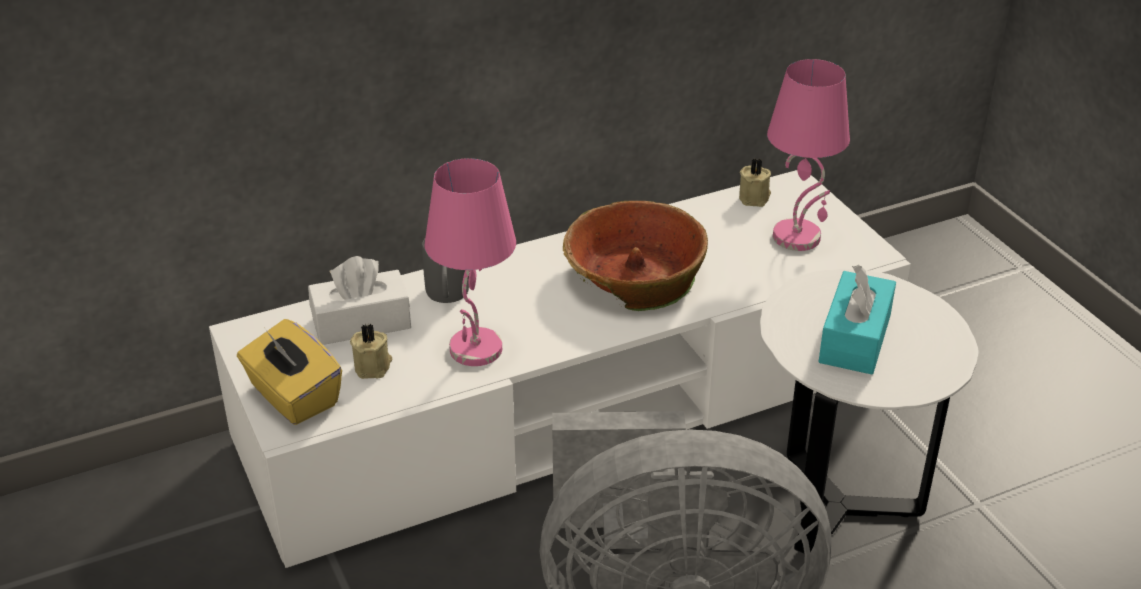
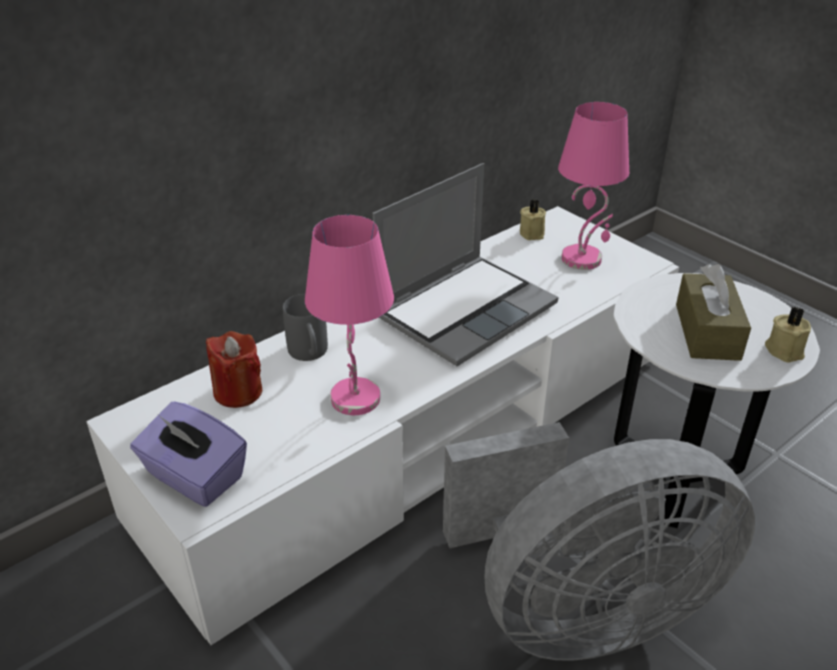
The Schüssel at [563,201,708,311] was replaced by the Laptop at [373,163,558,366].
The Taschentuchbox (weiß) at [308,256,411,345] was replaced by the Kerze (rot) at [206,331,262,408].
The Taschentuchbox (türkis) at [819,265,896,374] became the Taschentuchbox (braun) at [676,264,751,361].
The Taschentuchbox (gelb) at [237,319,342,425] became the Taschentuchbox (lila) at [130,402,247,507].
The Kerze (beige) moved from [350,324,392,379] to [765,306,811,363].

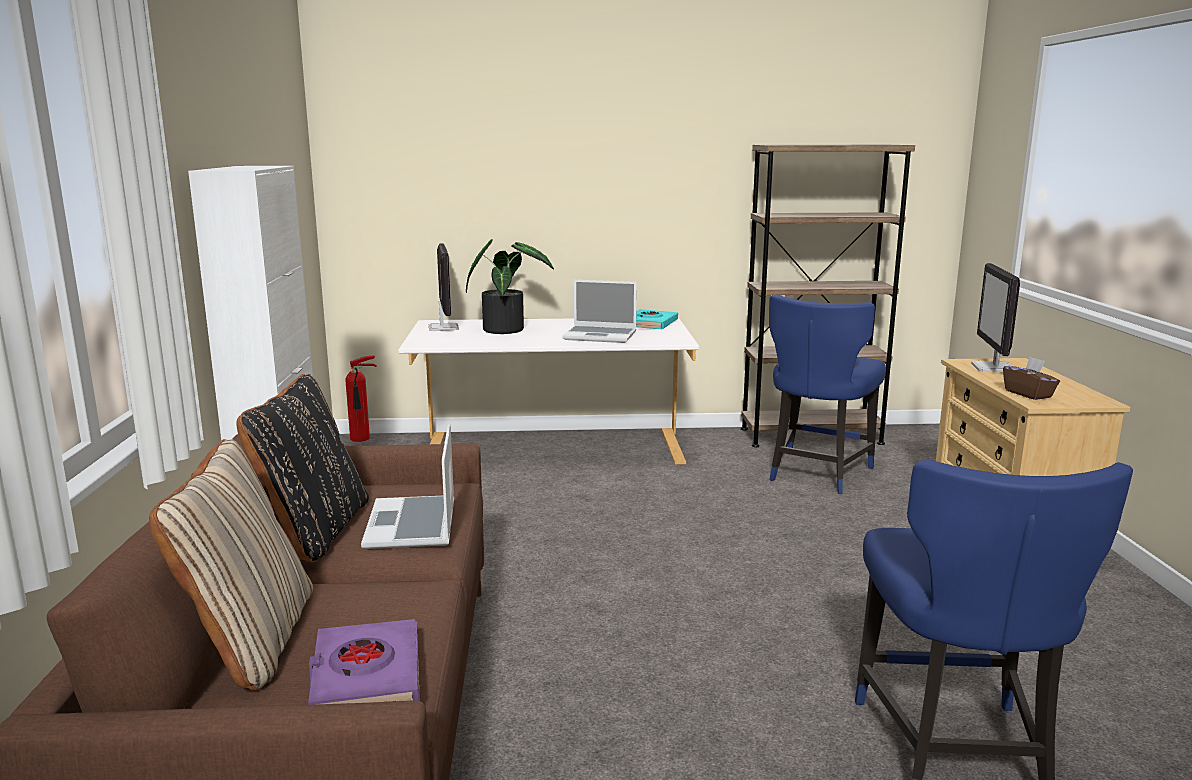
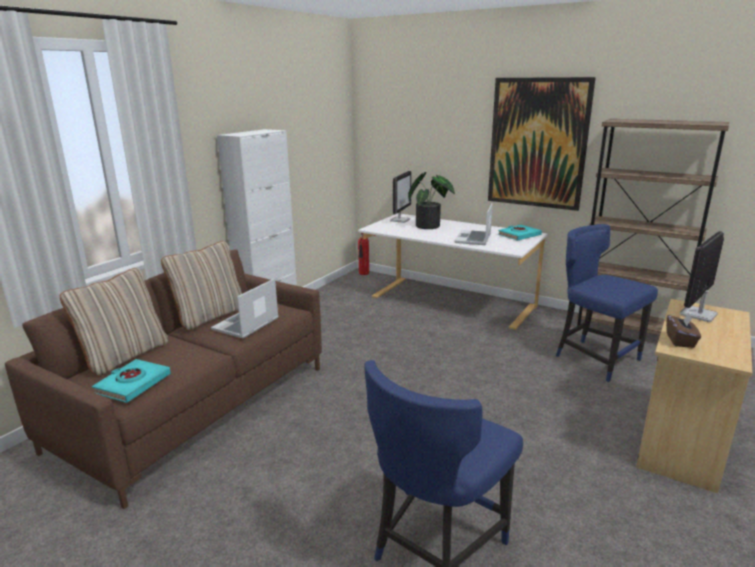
The Laptop at [562,280,637,343] turned 60 degrees clockwise.
The Stuhl (blau) at [769,294,886,494] turned 75 degrees clockwise.
The Kissen (schwarz) at [236,374,369,562] became the Kissen (beige) at [161,241,242,330].
The Buch (lila) at [308,619,420,705] became the Buch (türkis) at [92,359,171,403].
The Bild at [488,77,596,211] appeared.

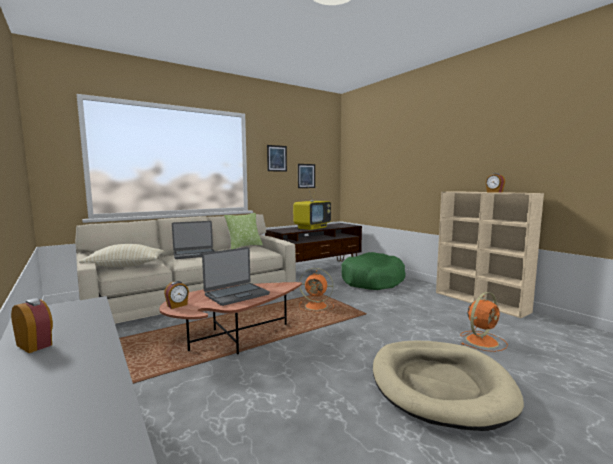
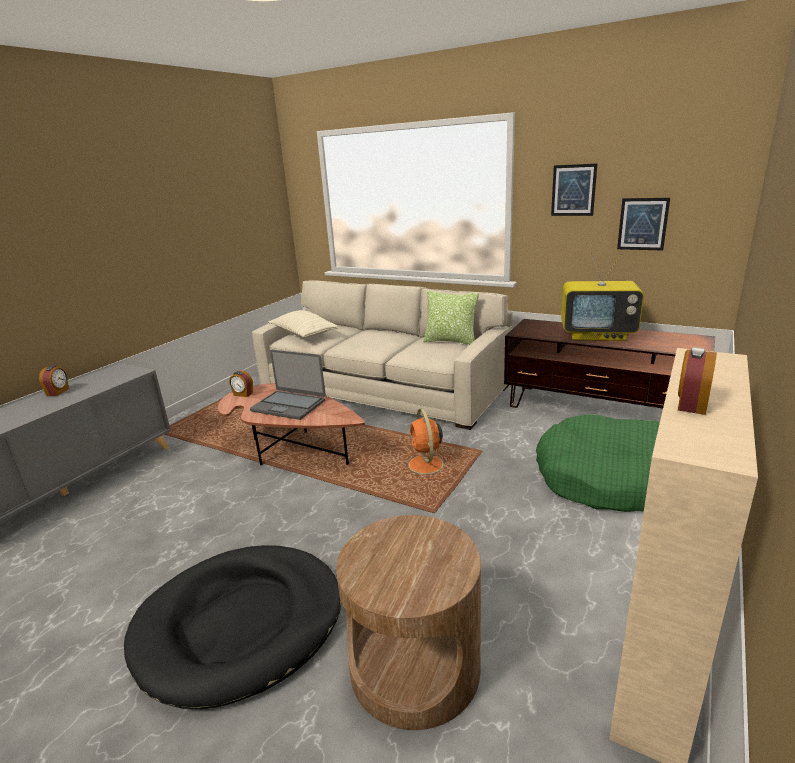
The Laptop at [172,221,215,259] disappeared.
The Ventilator (orange) at [460,292,508,352] was replaced by the Beistelltisch (braun) at [336,515,481,730].
The Hundebett (beige) at [373,341,524,431] became the Hundebett (schwarz) at [124,545,341,709].

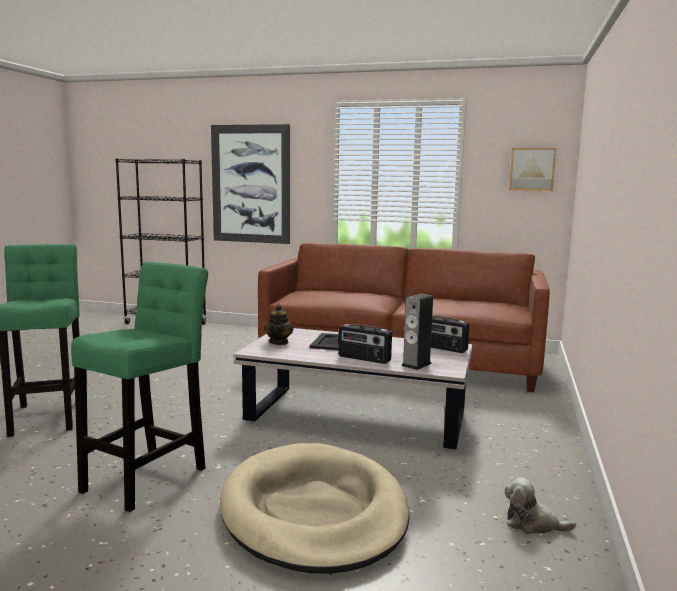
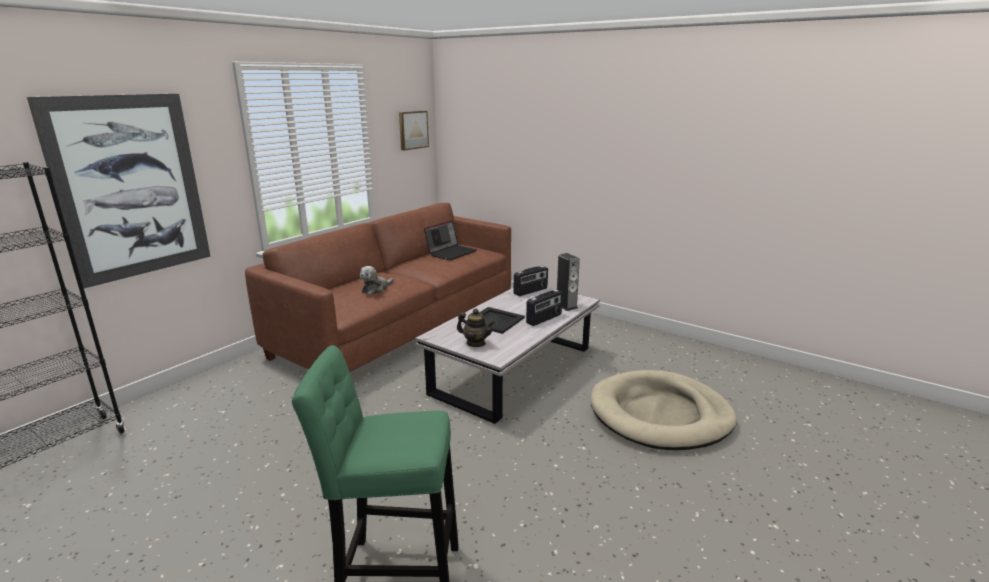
The Hocker (grün) at [71,262,208,512] disappeared.
The Plüschtier moved from [505,477,576,534] to [360,266,394,295].
The Laptop at [424,220,477,260] appeared.

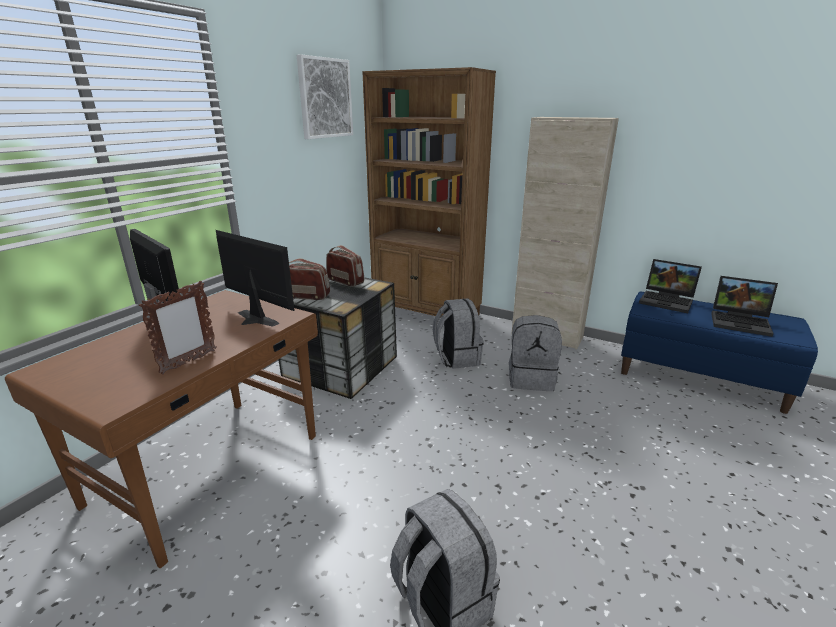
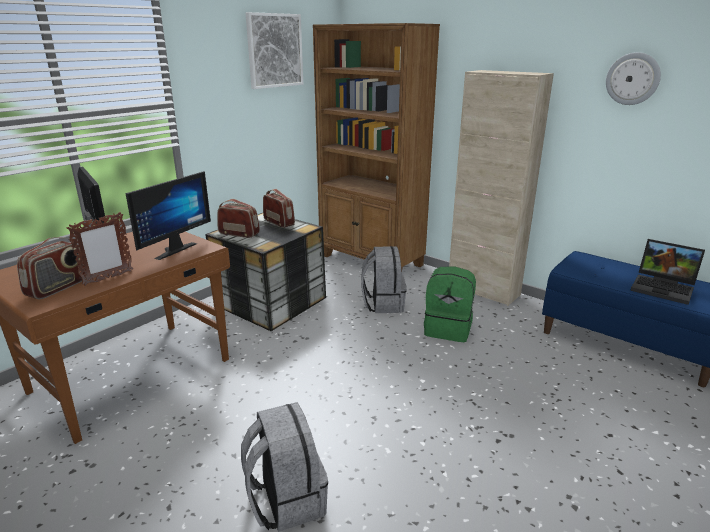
The Monitor at [216,230,294,327] turned 75 degrees clockwise.
The Laptop at [639,259,702,313] disappeared.
The Rucksack (grau) at [509,315,562,391] became the Rucksack (grün) at [424,266,476,342].
The Wanduhr at [606,52,661,105] appeared.
The Radio at [17,237,86,300] appeared.

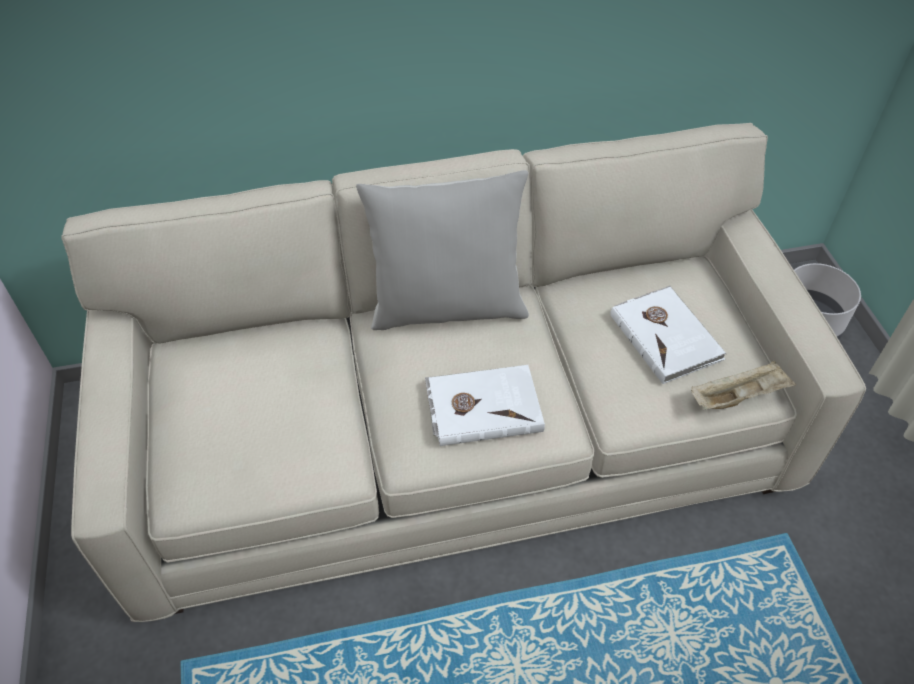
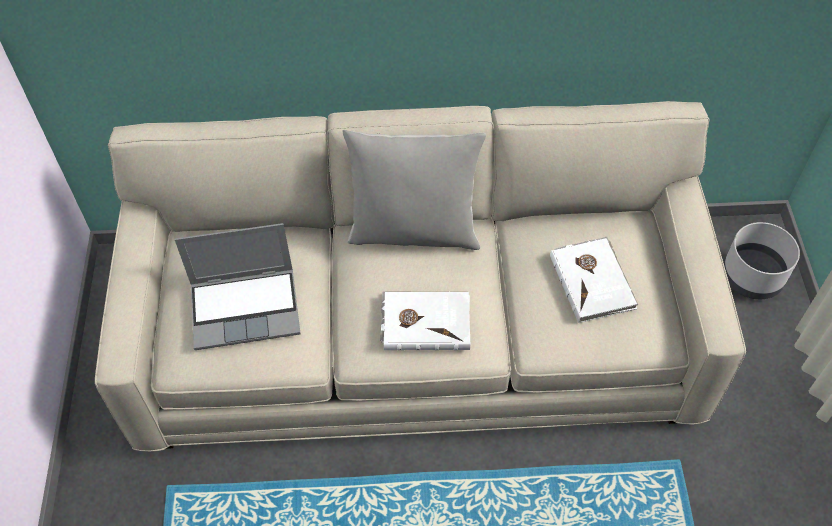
The Tablett (beige) at [691,360,796,410] disappeared.
The Laptop at [175,223,301,350] appeared.

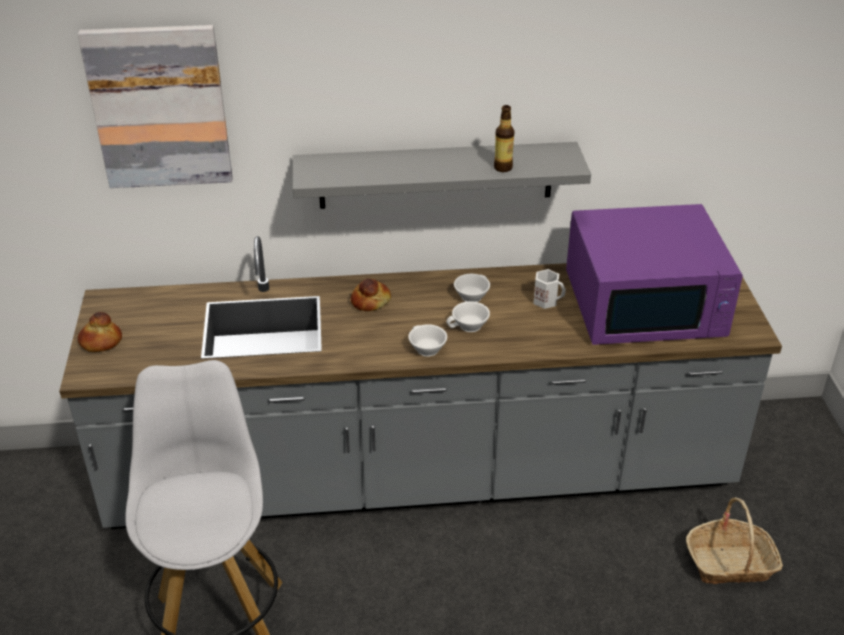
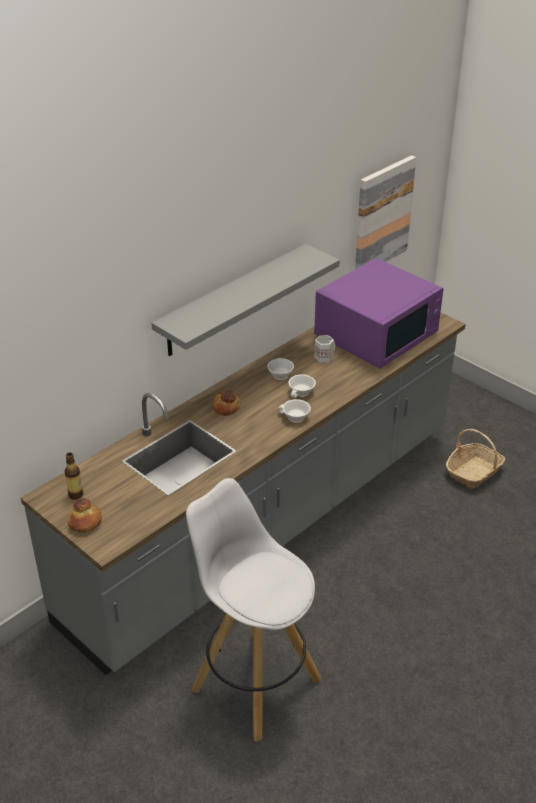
The Bild moved from [78,25,233,188] to [355,155,416,269].
The Flasche moved from [494,105,515,172] to [64,453,83,500].

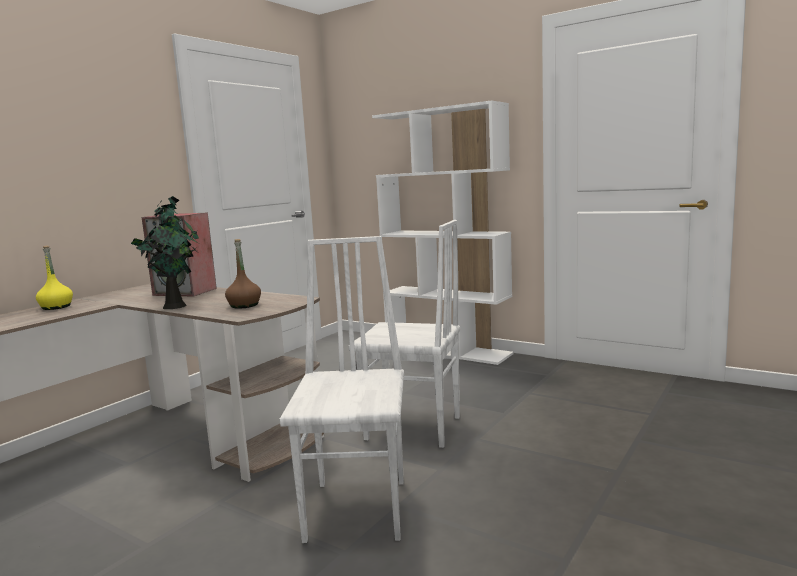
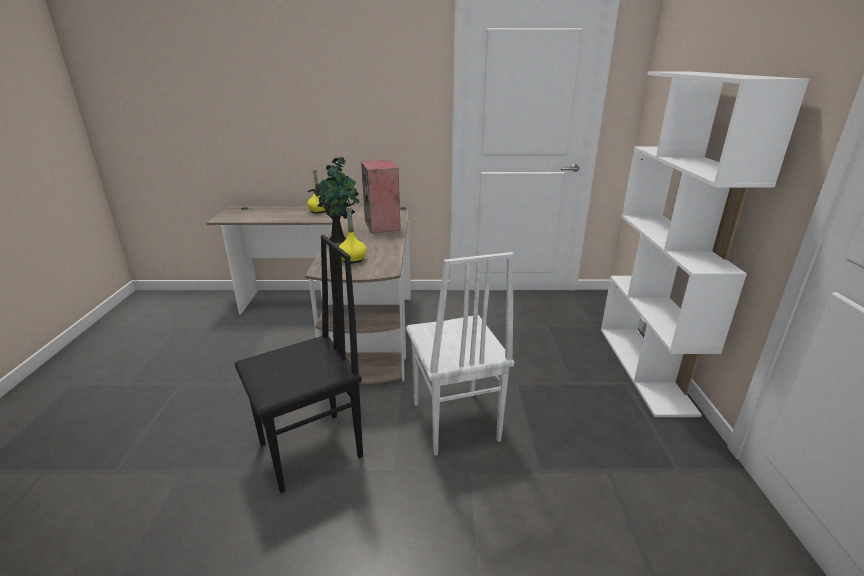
The Stuhl (weiß) at [280,236,404,543] became the Stuhl (schwarz) at [234,235,363,493].
The Flasche (braun) at [225,239,261,309] became the Flasche (gelb) at [339,206,367,263].

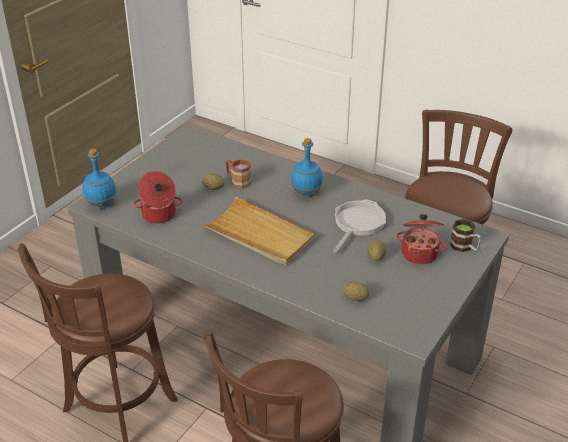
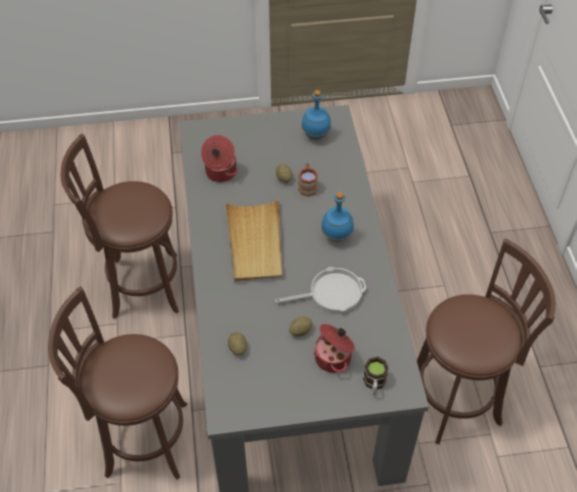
The Flasche (blau) moved from [83,149,116,209] to [301,90,331,140].

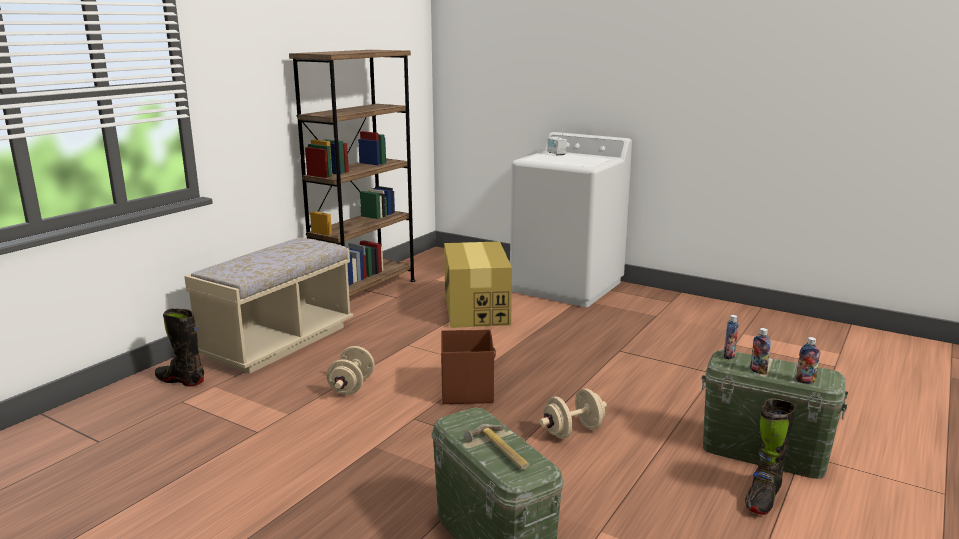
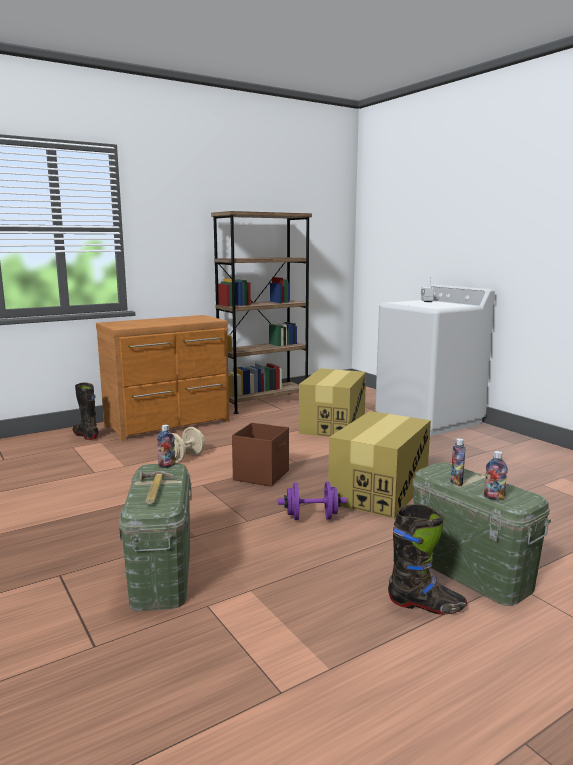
The Bank (beige) at [184,238,353,374] was replaced by the Kommode (braun) at [96,315,229,441].
The Flasche moved from [724,315,739,360] to [157,425,176,468].
The Hantel (beige) at [540,388,607,439] became the Hantel (lila) at [278,482,347,520].
The Stiefel (schwarz) at [745,398,796,515] turned 135 degrees counterclockwise.
The Karton at [328,411,431,519] appeared.

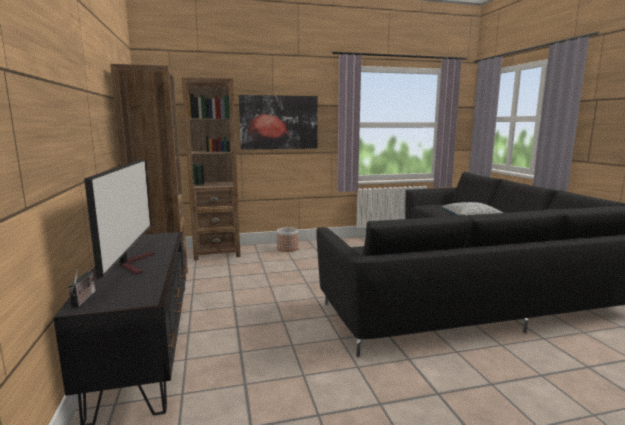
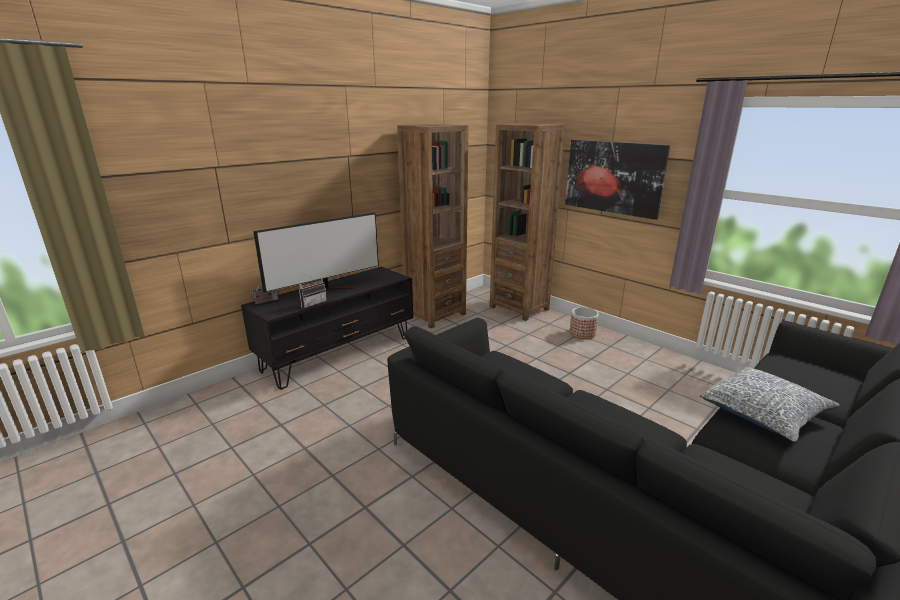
The Radio at [298,273,327,308] appeared.

